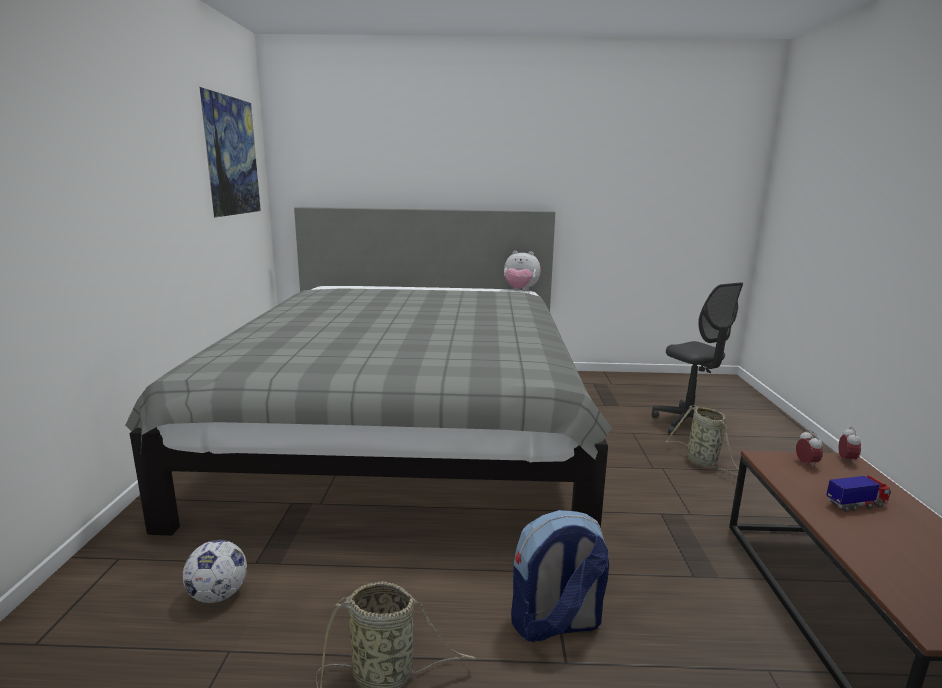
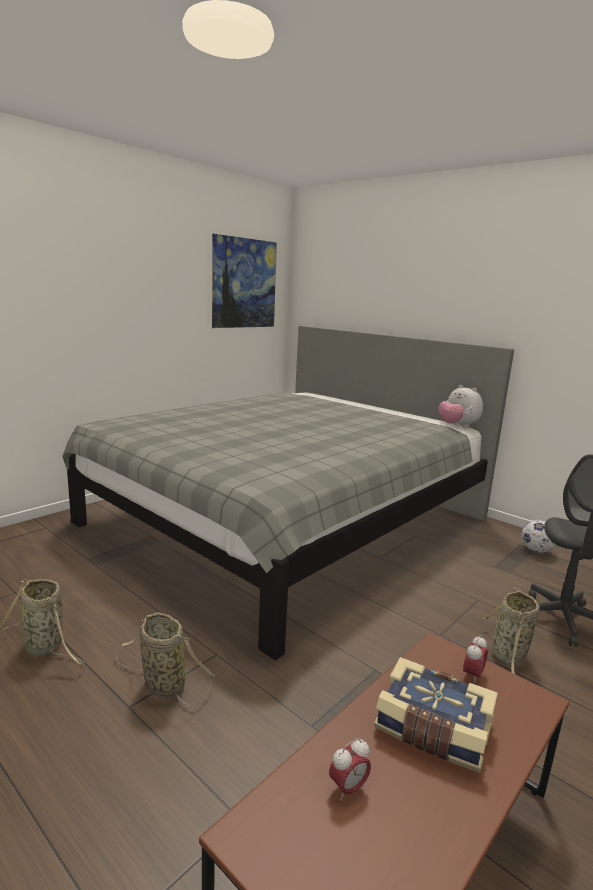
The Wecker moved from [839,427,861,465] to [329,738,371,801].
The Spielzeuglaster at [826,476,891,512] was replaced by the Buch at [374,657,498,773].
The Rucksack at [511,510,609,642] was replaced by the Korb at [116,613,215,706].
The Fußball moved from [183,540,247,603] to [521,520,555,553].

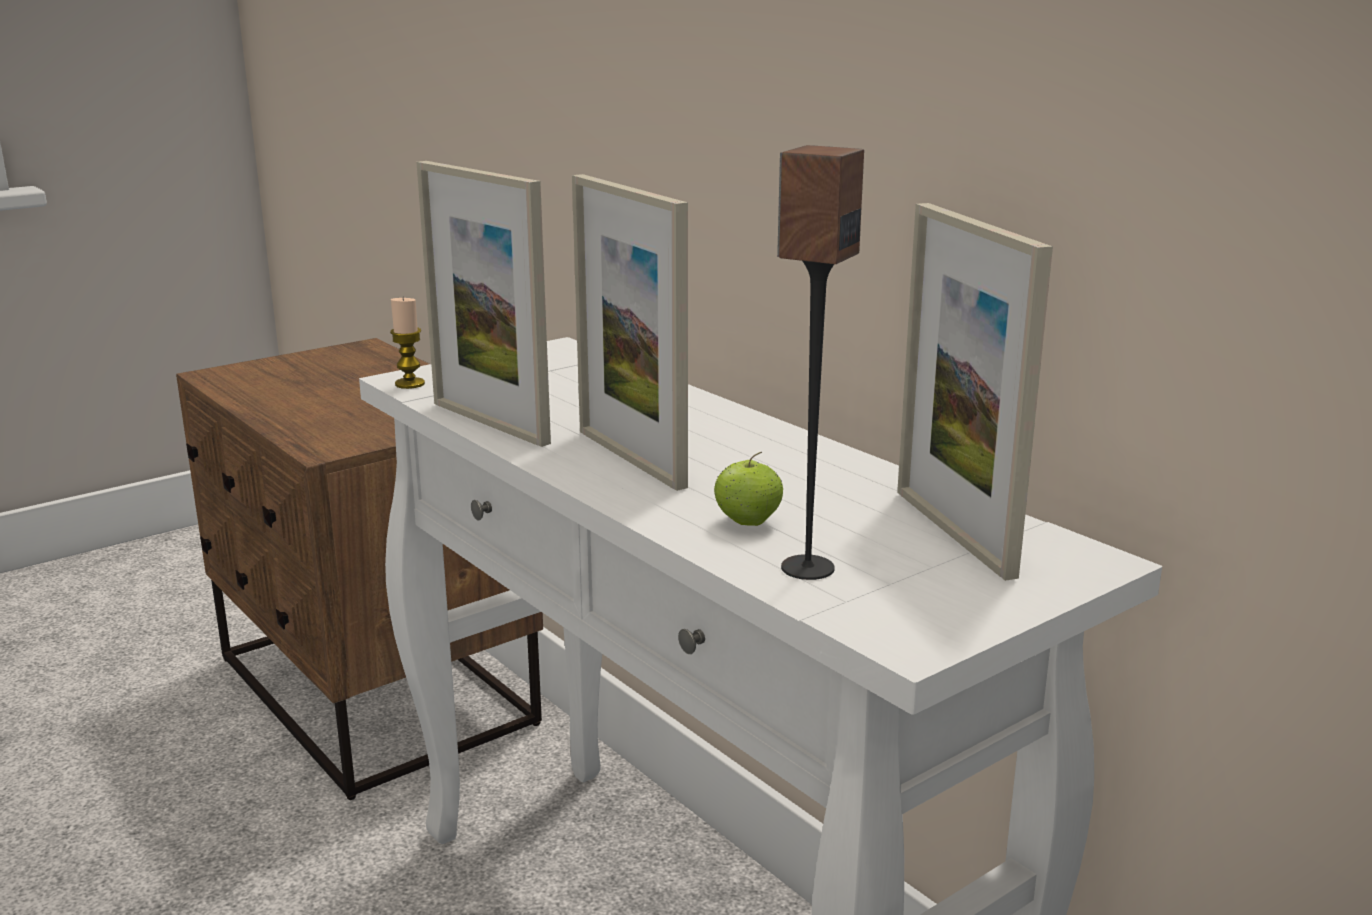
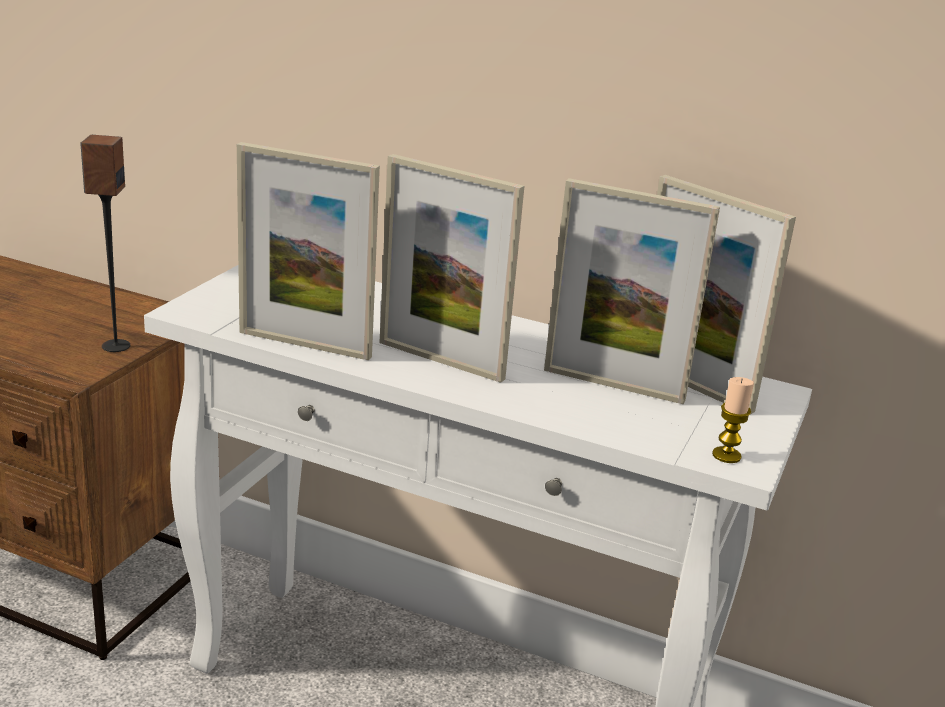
The Lautsprecher moved from [777,145,864,580] to [80,135,130,352].
The Kerze moved from [390,297,425,389] to [712,377,754,463].
The Apfel at [714,451,783,526] disappeared.
The Bilderrahmen at [544,178,720,404] appeared.

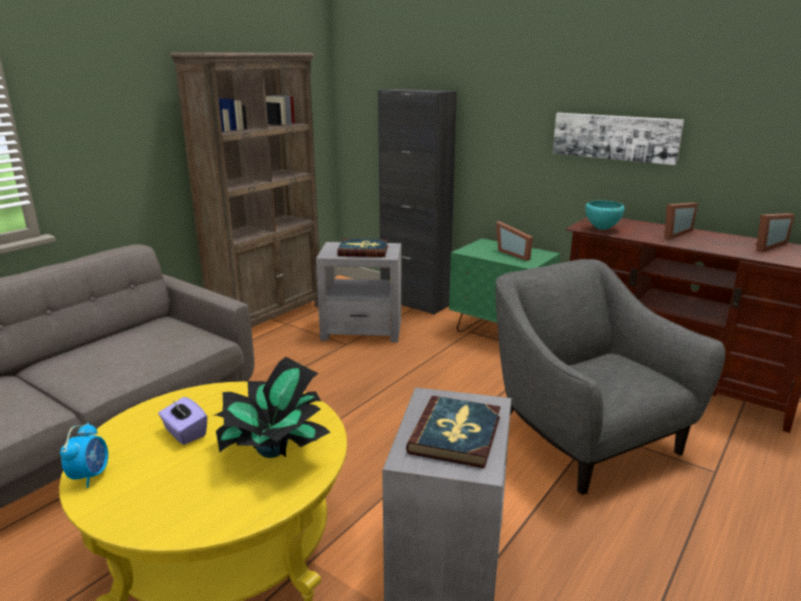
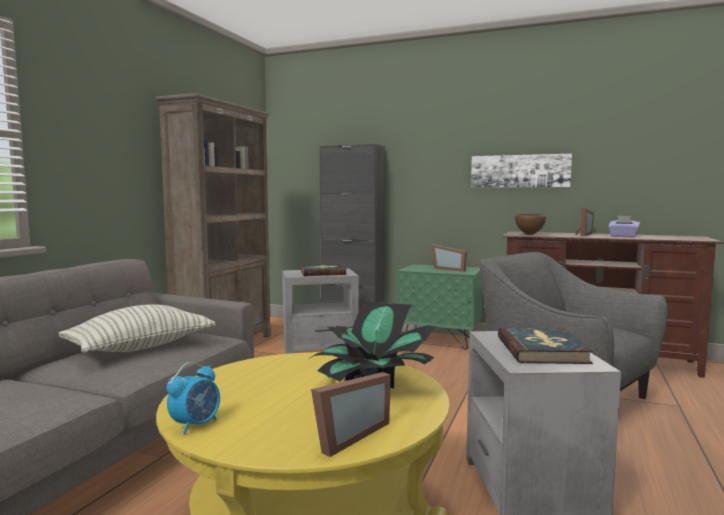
The Schüssel (türkis) at [585,201,625,230] became the Schüssel (braun) at [515,214,546,235].
The Bilderrahmen moved from [754,213,795,252] to [311,372,391,457].
The Taschentuchbox (lila) moved from [158,397,207,445] to [608,215,640,238].
The Wecker at [60,423,108,488] turned 45 degrees clockwise.
The Kissen at [58,304,216,352] appeared.

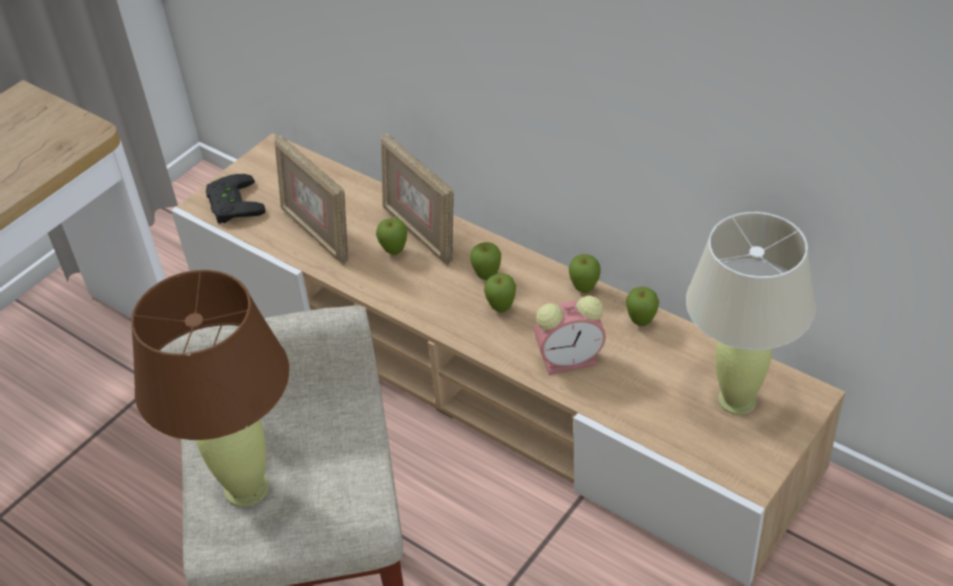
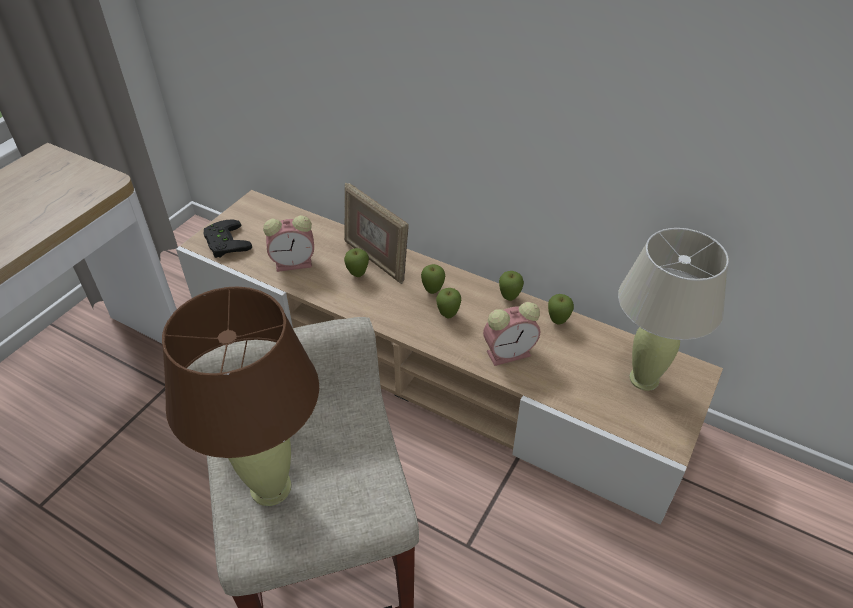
The Bilderrahmen at [274,135,348,265] was replaced by the Wecker at [263,215,314,272].

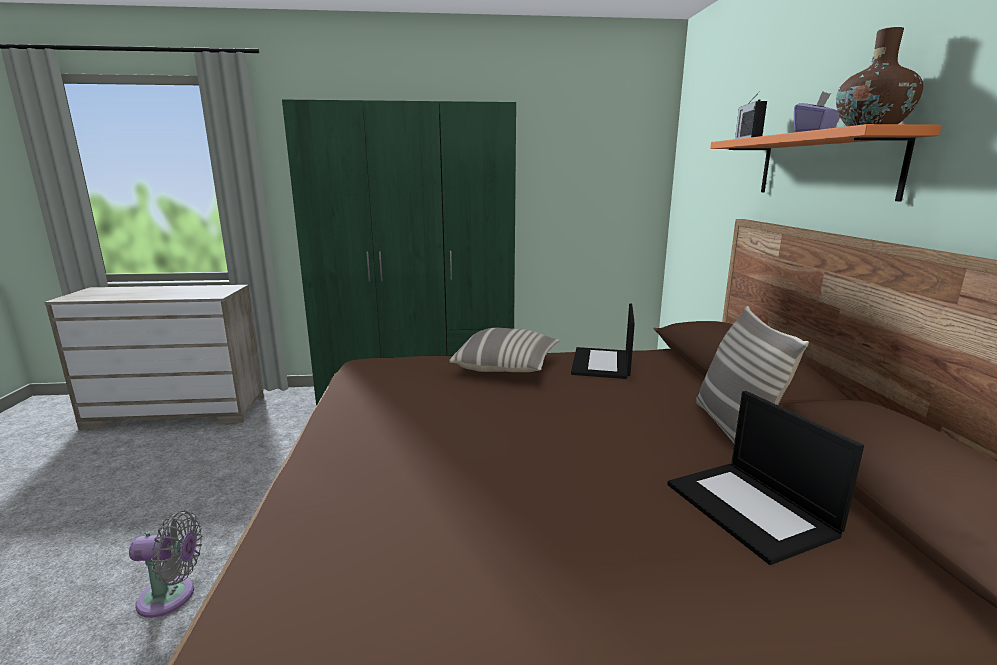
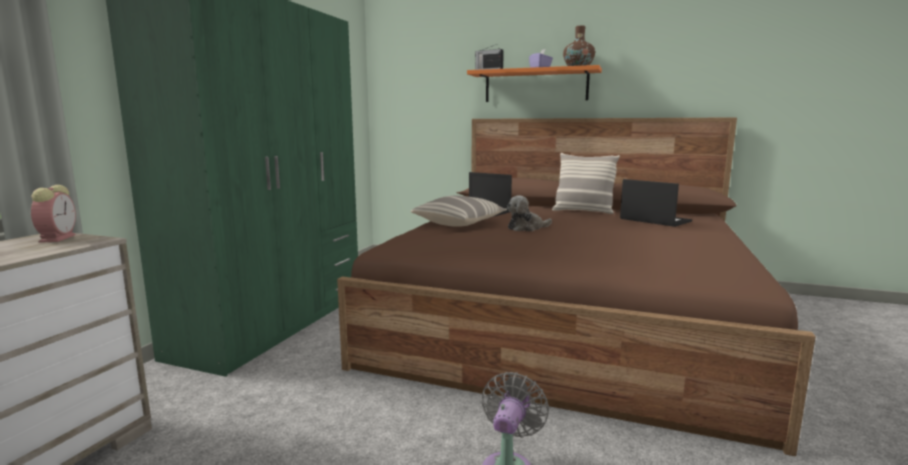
The Laptop at [667,391,864,565] turned 135 degrees counterclockwise.
The Wecker at [31,185,76,243] appeared.
The Plüschtier at [507,195,552,231] appeared.

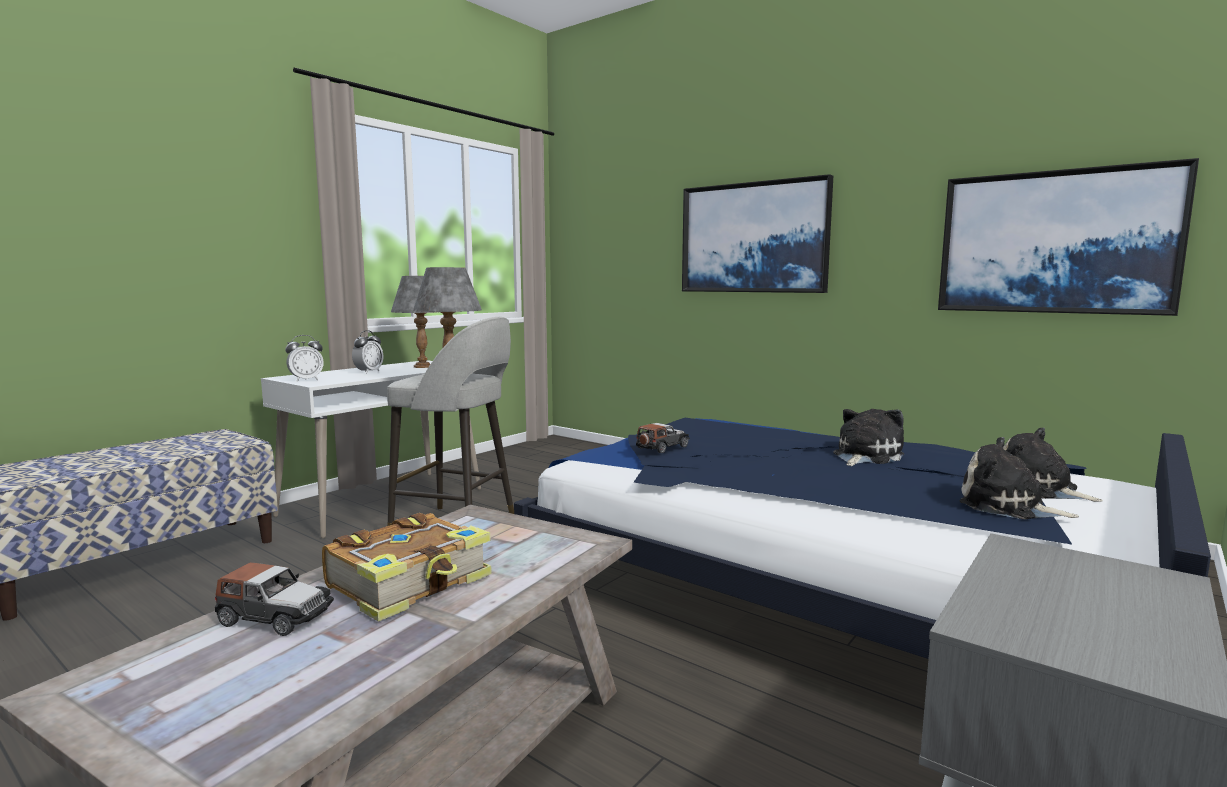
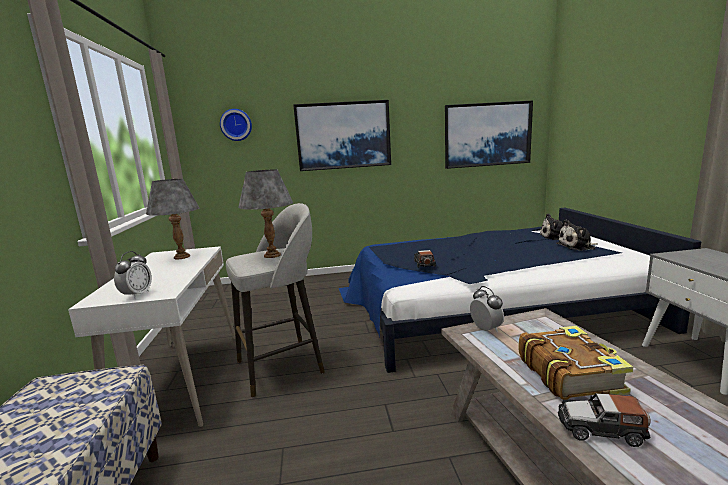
The Wecker moved from [352,330,384,373] to [470,286,504,332].
The Plüschtier at [833,409,904,466] disappeared.
The Spielzeugauto at [215,562,334,636] turned 135 degrees counterclockwise.
The Wanduhr at [220,109,252,141] appeared.

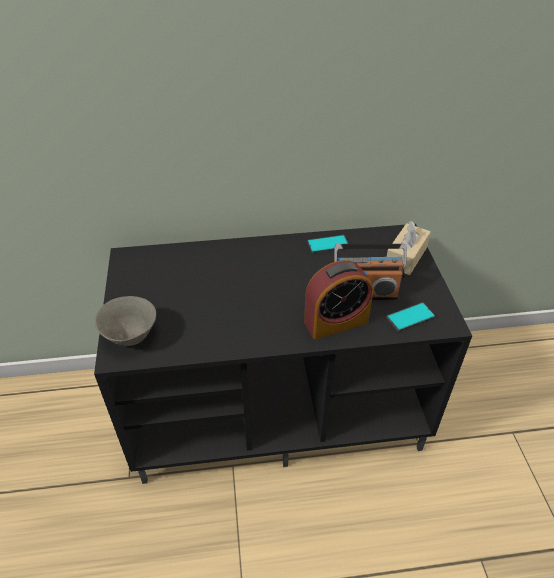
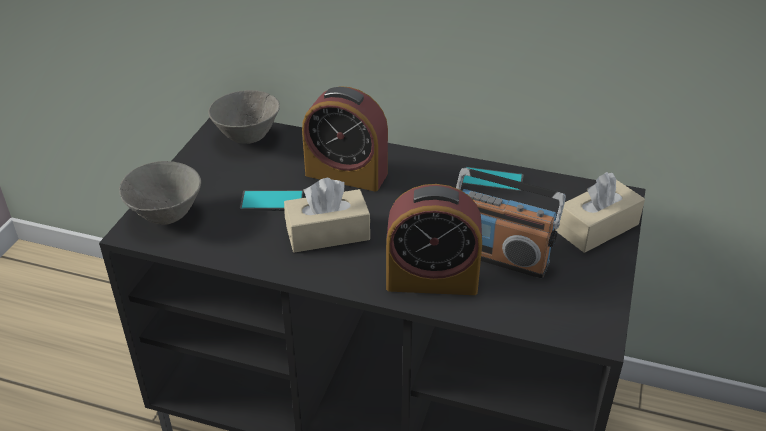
The Handy moved from [386,302,435,332] to [240,190,303,211].
The Wecker at [302,86,388,191] appeared.
The Schüssel (grau) at [208,90,280,144] appeared.
The Taschentuchbox (beige) at [284,178,370,253] appeared.

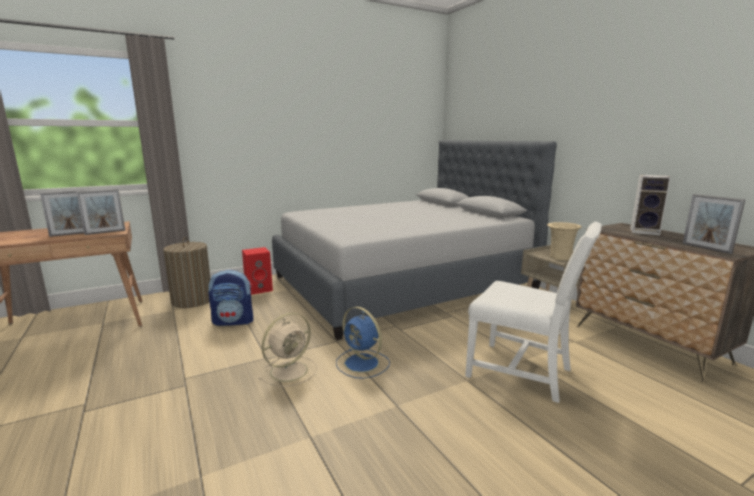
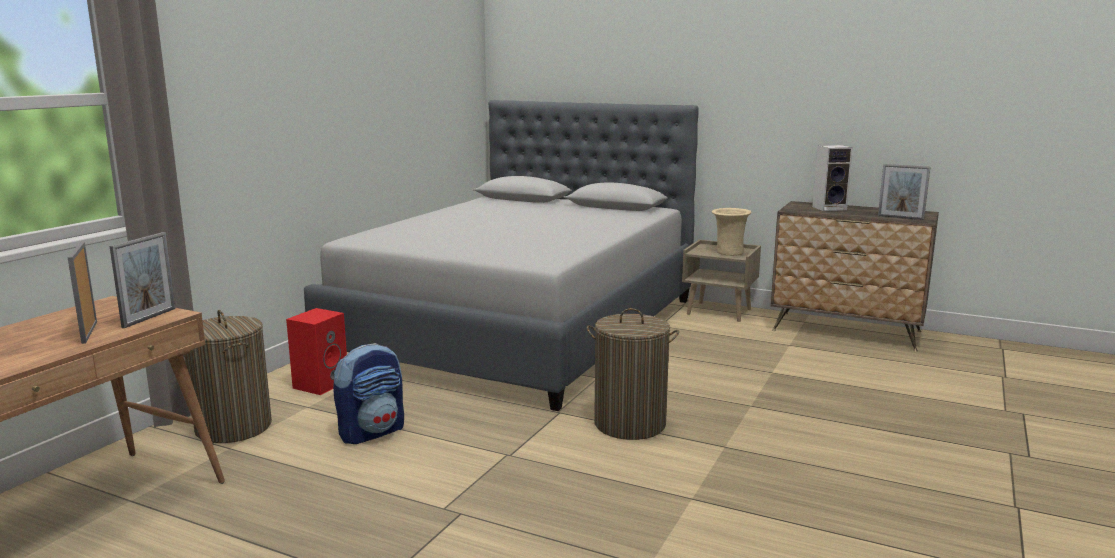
The Bilderrahmen at [40,190,85,237] turned 135 degrees clockwise.
The Stuhl (weiß) at [465,222,602,403] disappeared.
The Ventilator (blau) at [336,307,390,379] was replaced by the Wäschekorb at [587,308,679,440].
The Ventilator (beige) at [258,313,317,387] disappeared.

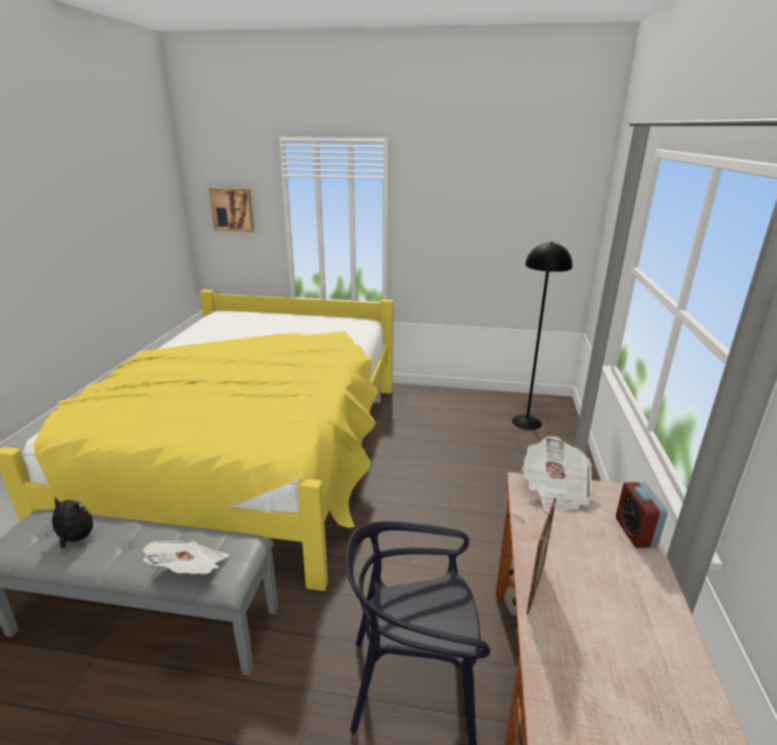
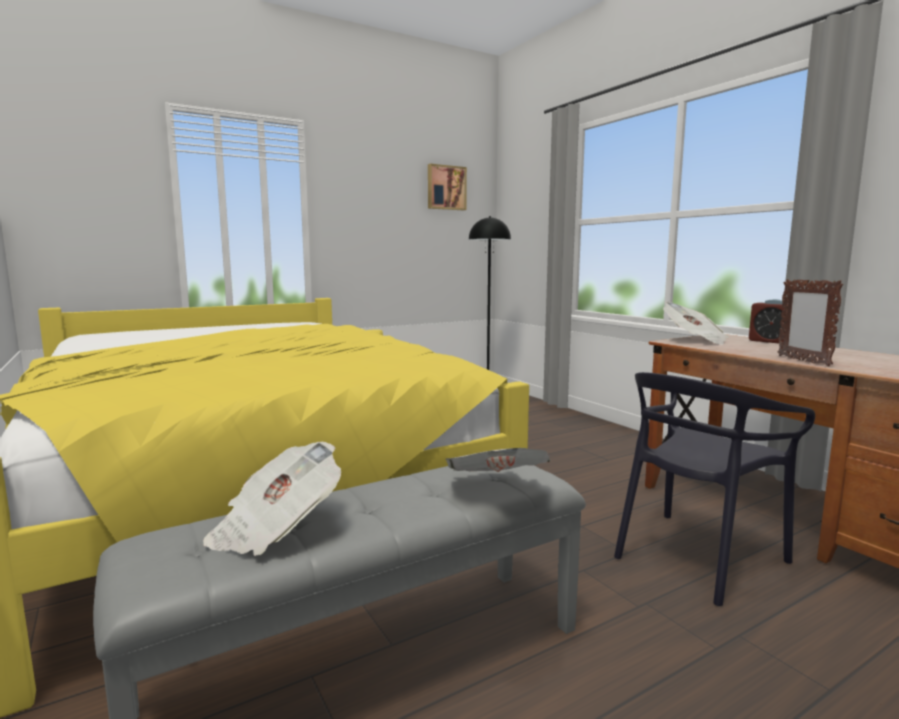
The Bild moved from [209,188,254,232] to [428,164,467,210].
The Plüschtier at [46,497,93,549] was replaced by the Zeitung at [203,442,341,556].

